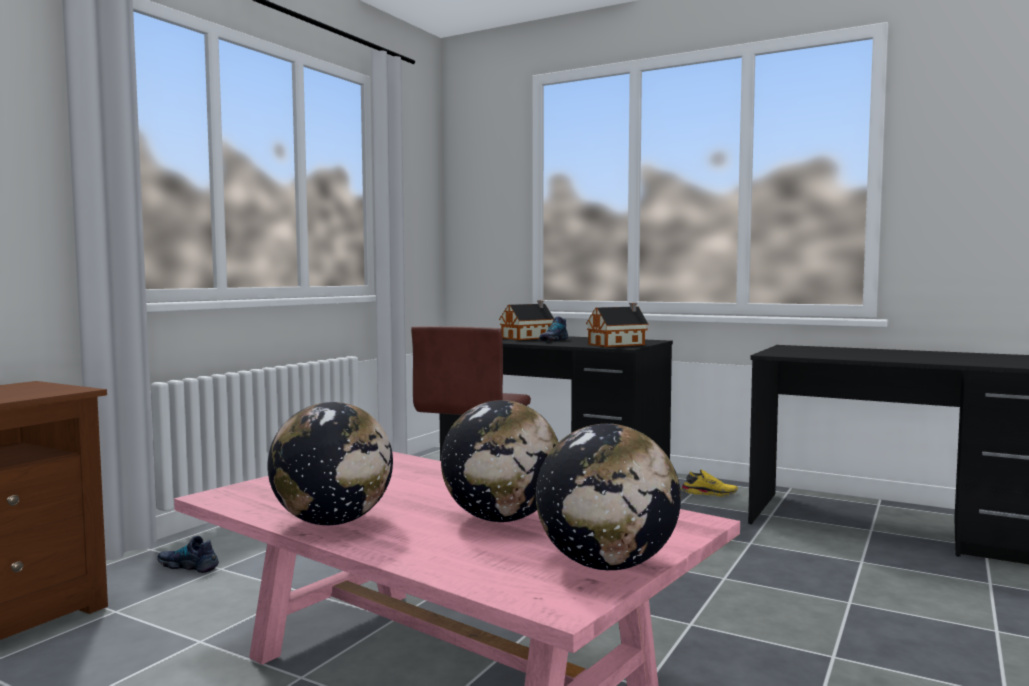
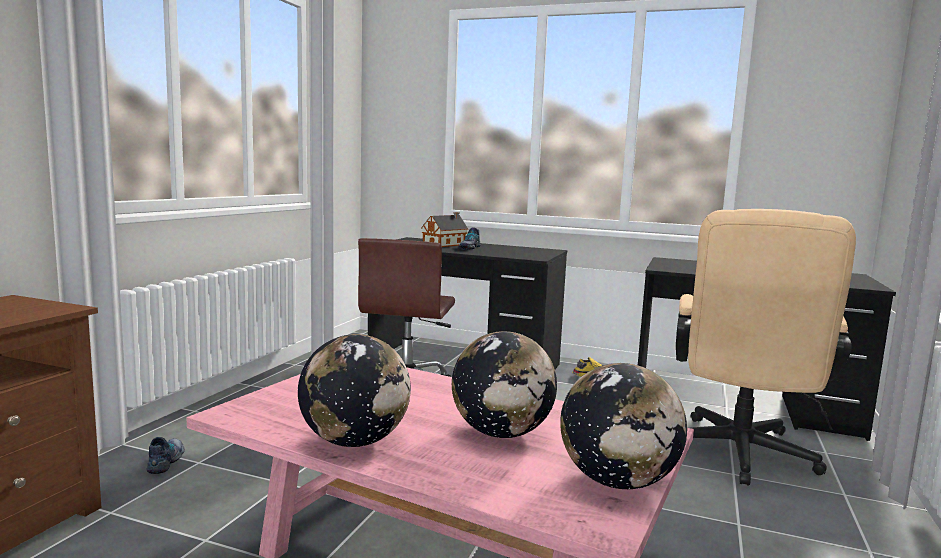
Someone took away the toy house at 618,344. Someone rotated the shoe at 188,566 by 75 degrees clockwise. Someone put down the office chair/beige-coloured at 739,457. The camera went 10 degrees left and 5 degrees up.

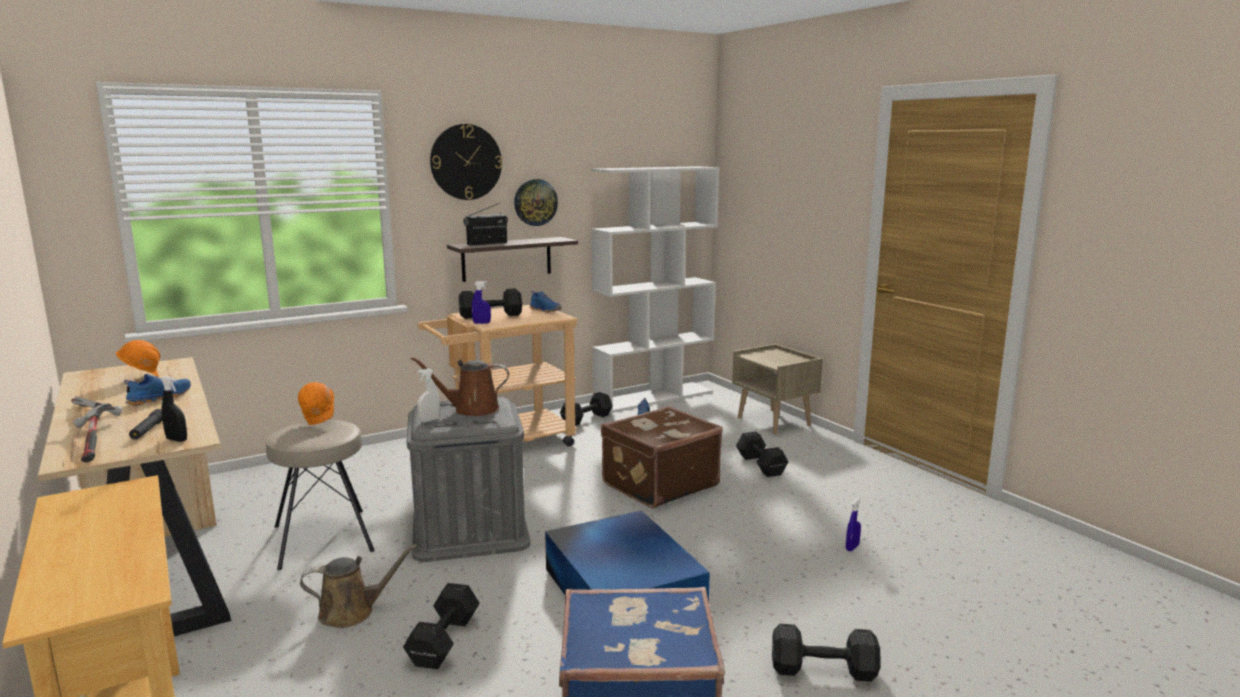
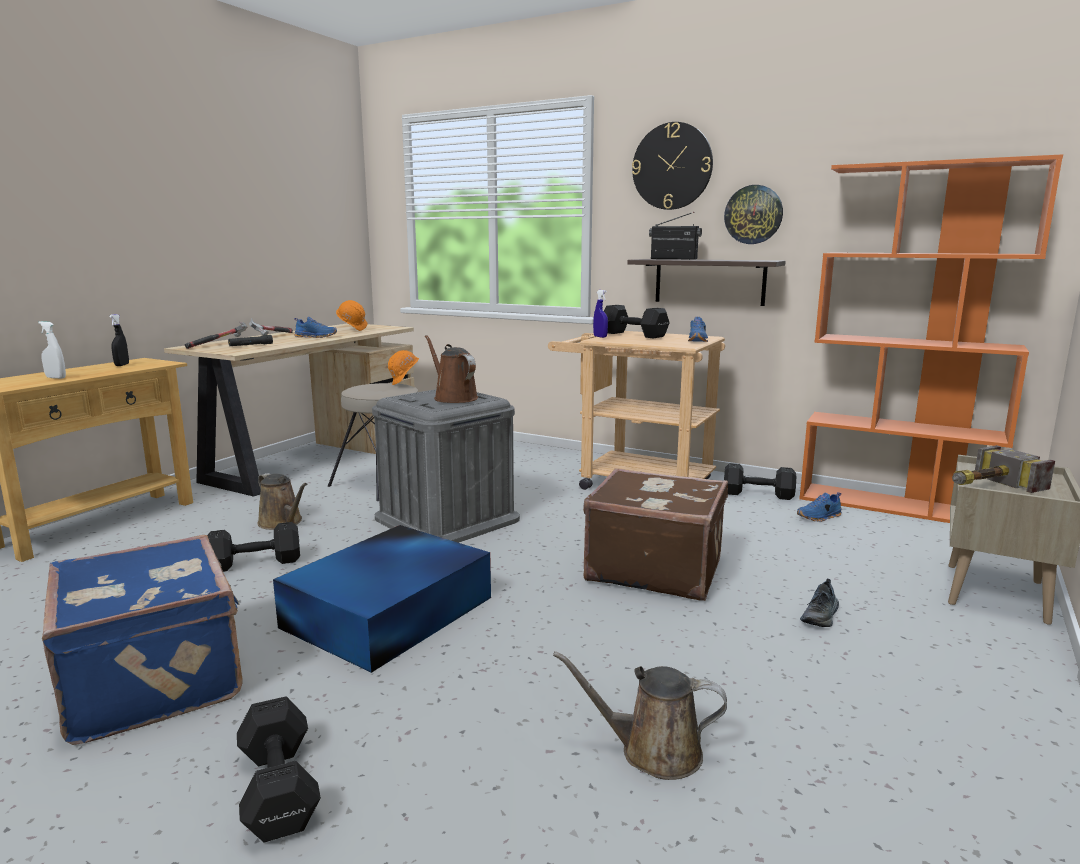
Someone repainted the shelving unit/white at 654,397, which became the shelving unit/orange at 895,506. Someone carried the spray bottle/white from 429,420 to 55,378. Someone carried the spray bottle/black-coloured from 177,440 to 122,365. Someone swapped the hand weight/black-coloured at 760,464 for the shoe at 821,616. Someone swapped the spray bottle/blue at 852,547 for the watering can/brown-coloured at 652,751. Someone put down the tool hammer at 986,486. The camera went 60 degrees right and 0 degrees up.

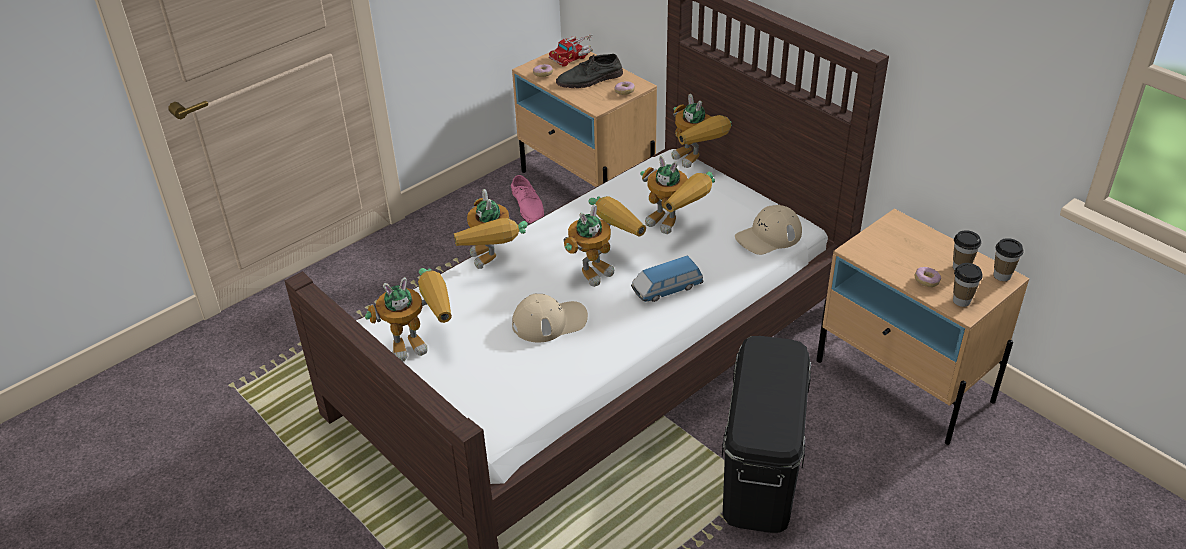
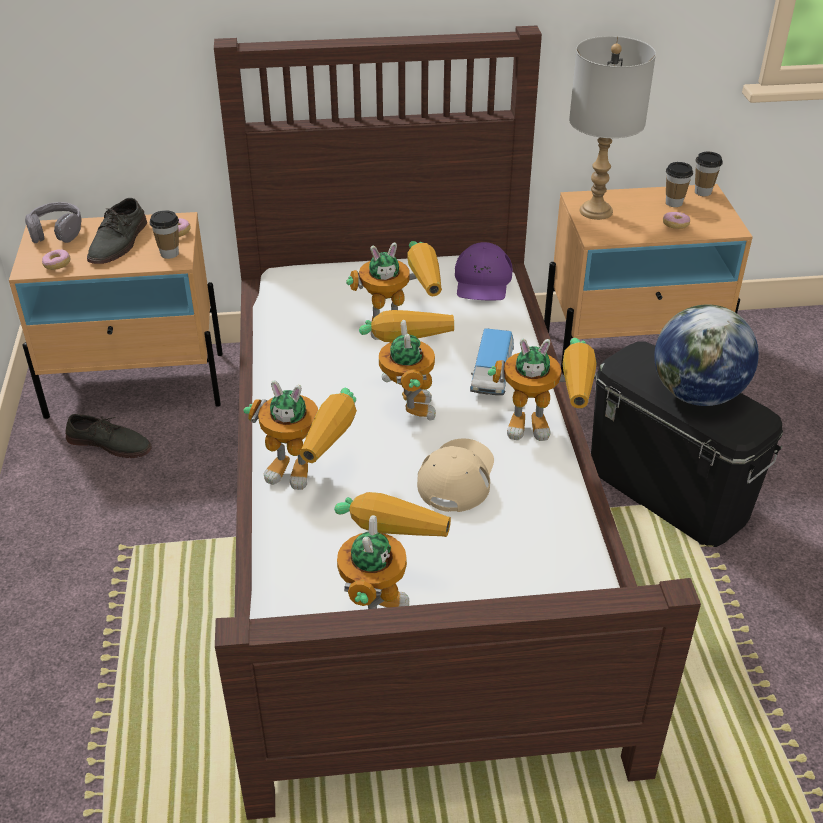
Someone swapped the toy lorry at 573,55 for the pair of headphones/gray at 56,231. Someone carried the model robot from 697,163 to 545,426. Someone repainted the shoe/pink at 528,206, which became the shoe/gray at 109,443. Someone repainted the baseball cap/beige-coloured at 768,236, which became the baseball cap/purple-coloured at 482,281. Someone carried the cup from 961,301 to 169,253. Someone put down the tabletop lamp/gray at 596,211. Someone put down the world globe at 696,394. The camera went 55 degrees left and 0 degrees up.

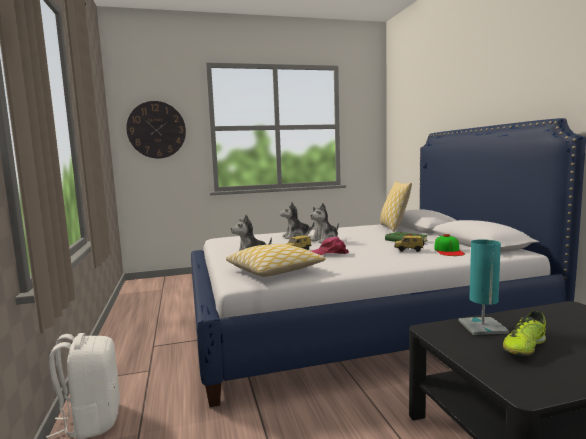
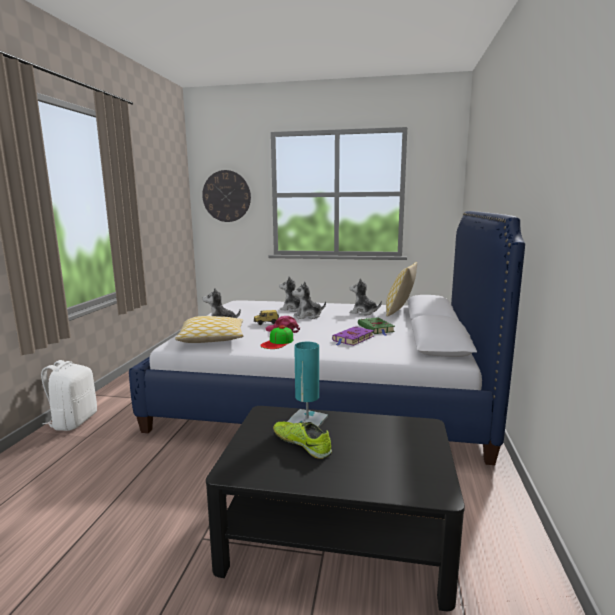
Someone carried the baseball cap from 448,251 to 277,342. Someone swapped the model car at 409,250 for the volume/purple-coloured at 353,339. Someone rotated the shoe at 524,347 by 60 degrees clockwise. Someone put down the plush toy at 363,313. The camera went 25 degrees right and 5 degrees up.

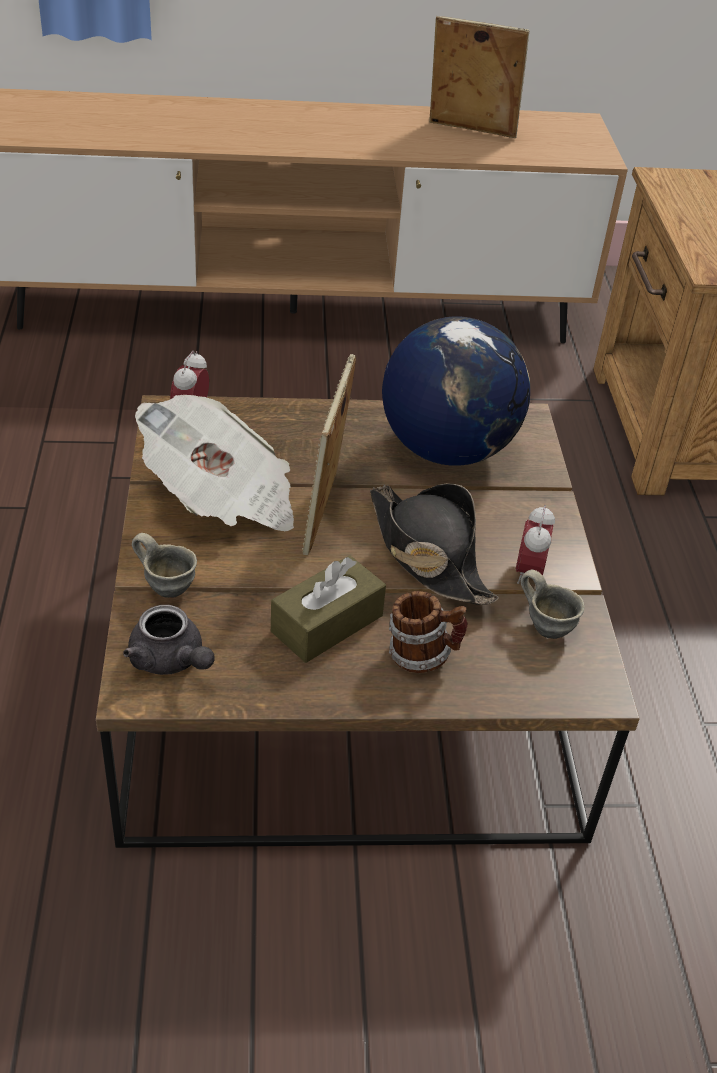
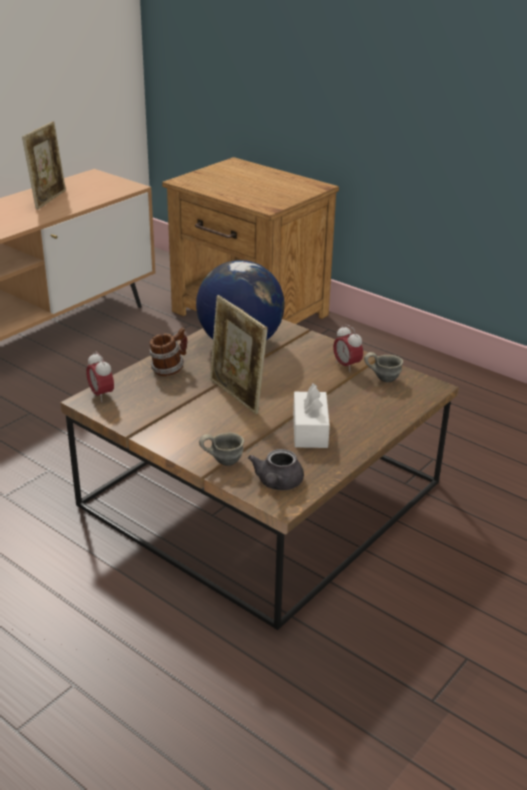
Someone rotated the photo frame at 470,131 by 135 degrees clockwise. Someone took away the printed paper at 222,498. Someone took away the clothing hat/black-coloured at 427,553. Someone repainted the tissue box/brown-coloured at 327,623, which became the tissue box/white at 310,430. Someone carried the coffee mug from 422,656 to 169,369. Someone rotated the pot for tea/gray at 171,661 by 105 degrees clockwise. The camera went 45 degrees left and 10 degrees down.

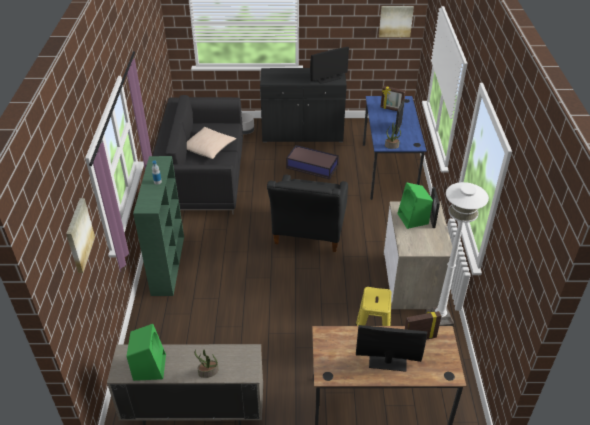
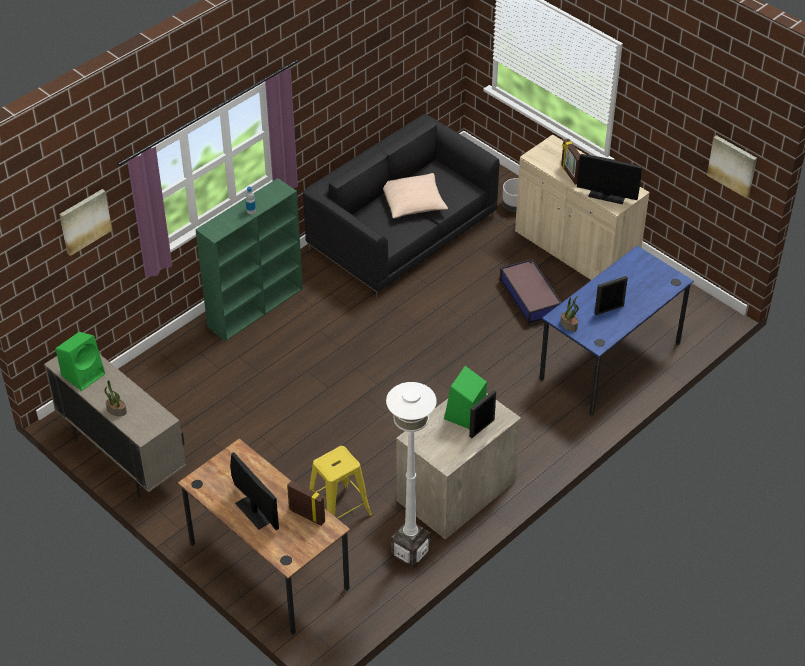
Someone repainted the cabinet/black-coloured at 302,134, which became the cabinet/beige-coloured at 575,250. Someone carried the photo frame from 391,109 to 570,174. Someone took away the easy chair/black-coloured at 308,234. The camera went 45 degrees right and 5 degrees up.

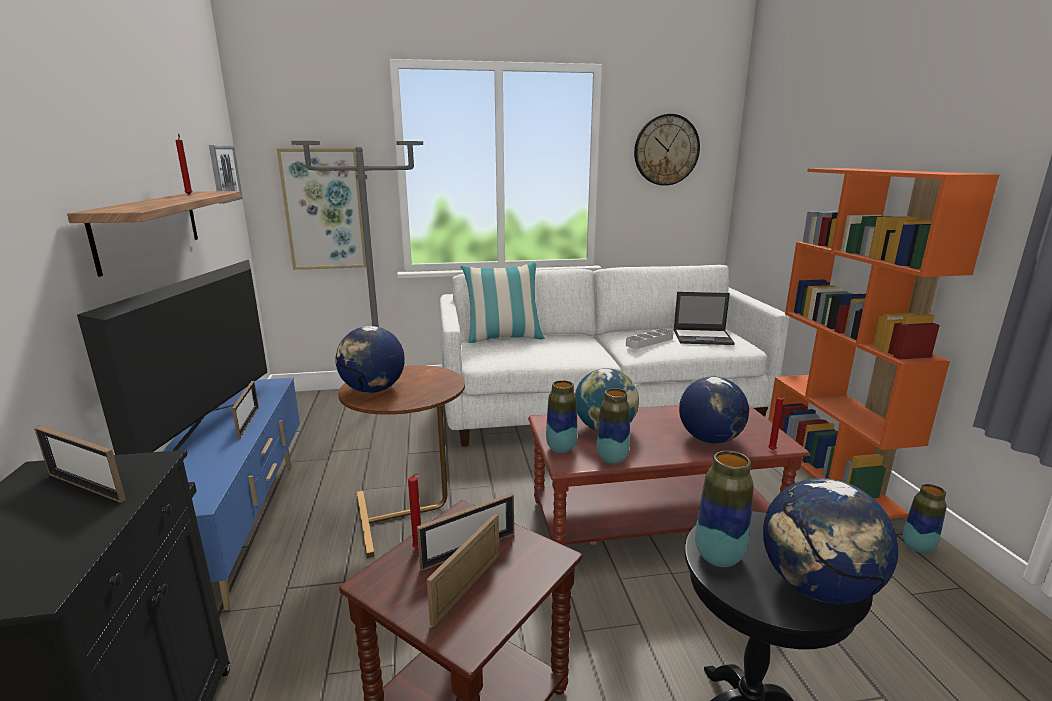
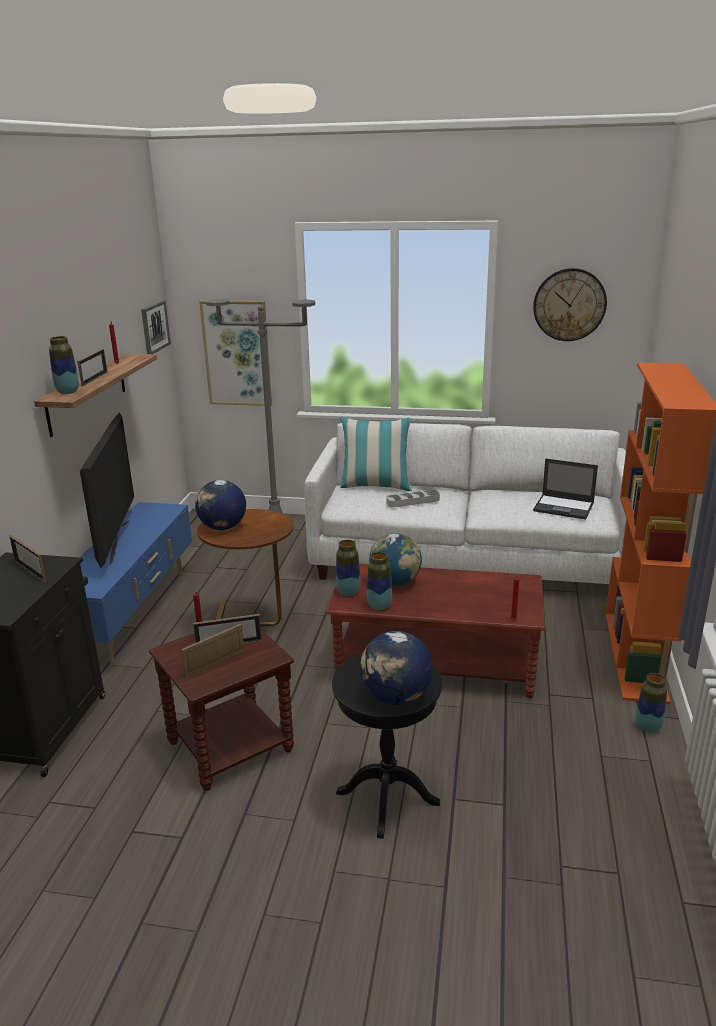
Someone rotated the television at 212,430 by 150 degrees clockwise. Someone carried the serving tray/gray from 649,342 to 413,501. Someone took away the world globe at 709,439. Someone carried the photo frame from 248,422 to 94,379. Someone carried the flower vase from 718,557 to 68,392. The camera went 20 degrees right and 5 degrees up.

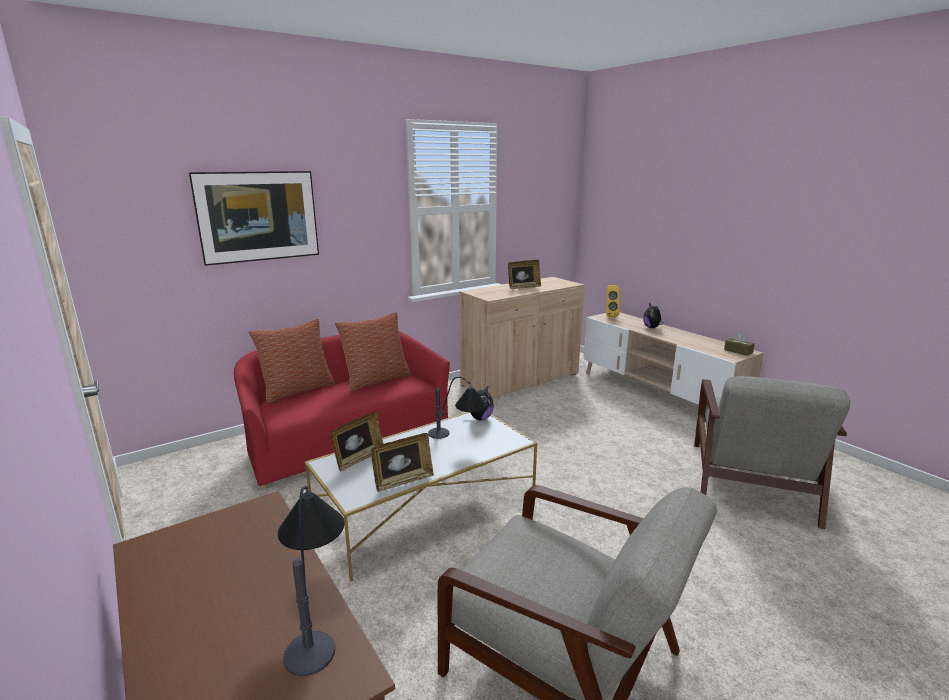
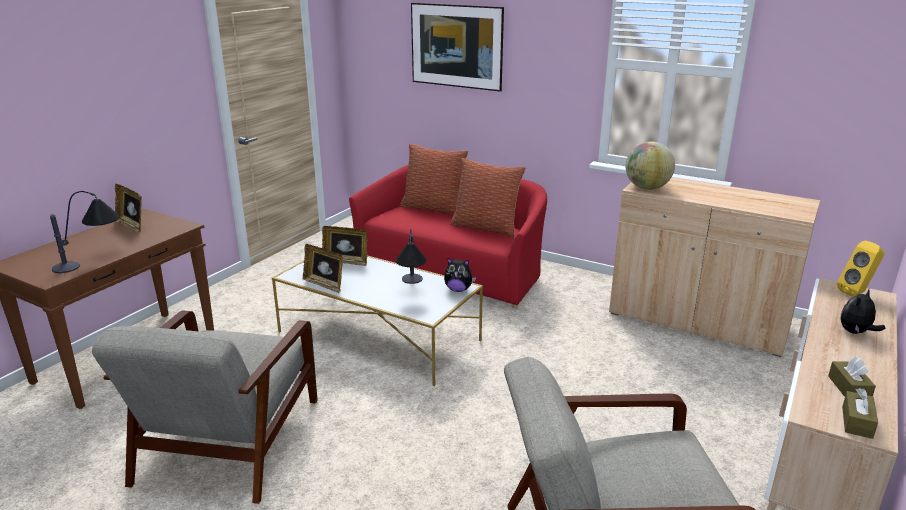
Someone carried the photo frame from 523,287 to 132,226. Someone put down the world globe at 647,188. Someone put down the tissue box/brown-coloured at 849,388. The camera went 65 degrees right and 5 degrees up.

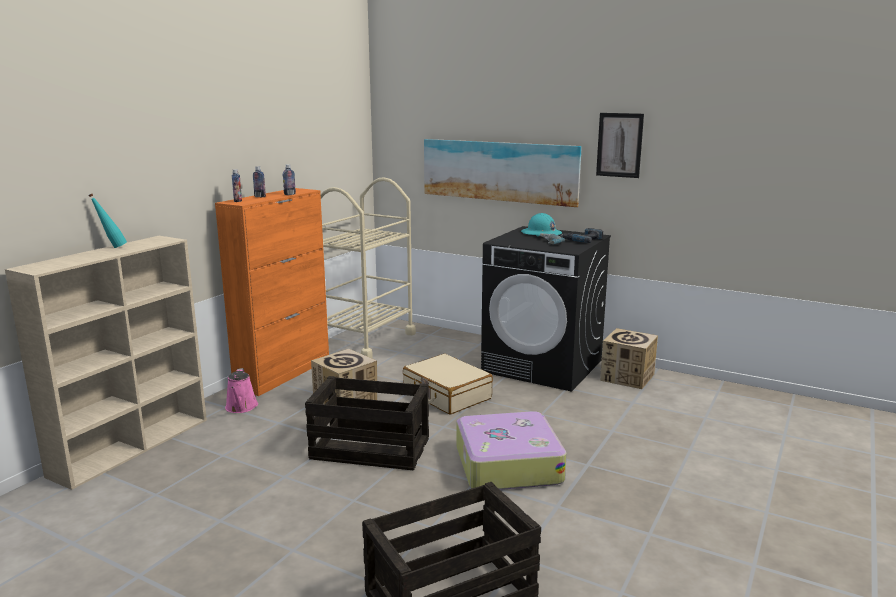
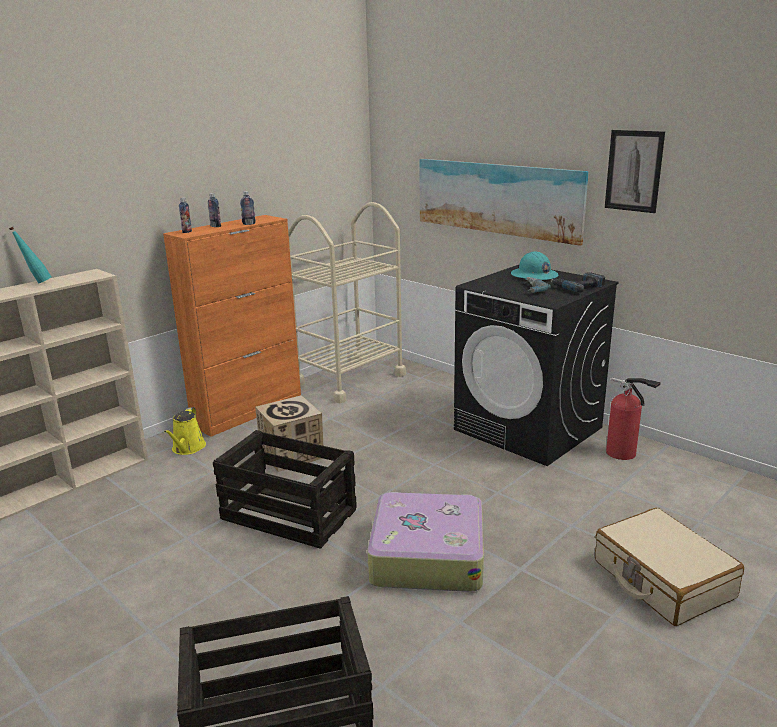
Someone swapped the packing box at 627,377 for the fire-fighting cylinder at 624,454. Someone carried the piece of luggage/beige-coloured from 446,395 to 662,579. Someone repainted the watering can/pink at 241,407, which became the watering can/yellowish at 187,448. The camera went 15 degrees right and 5 degrees up.

